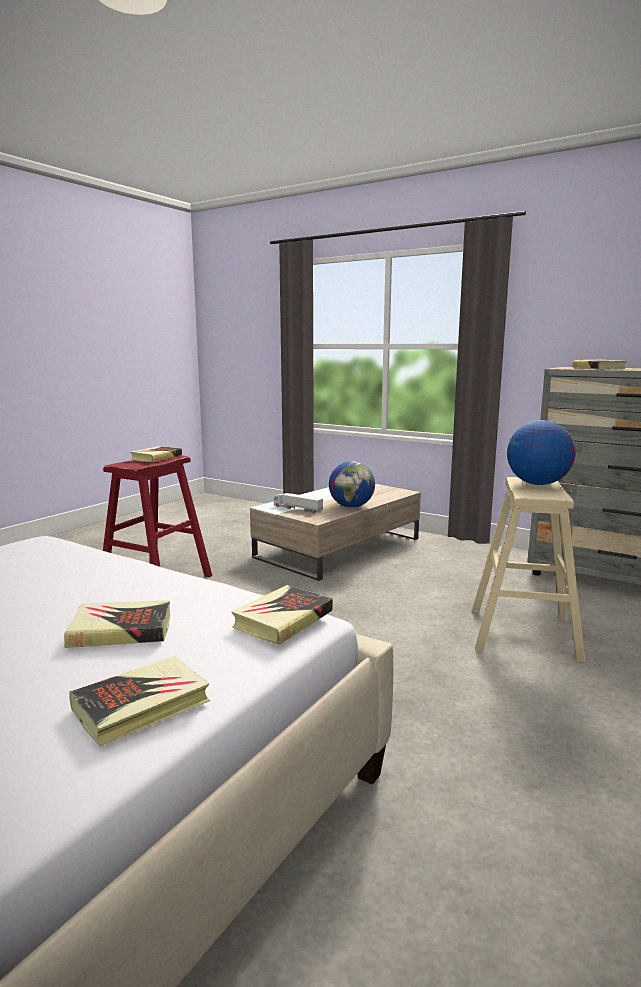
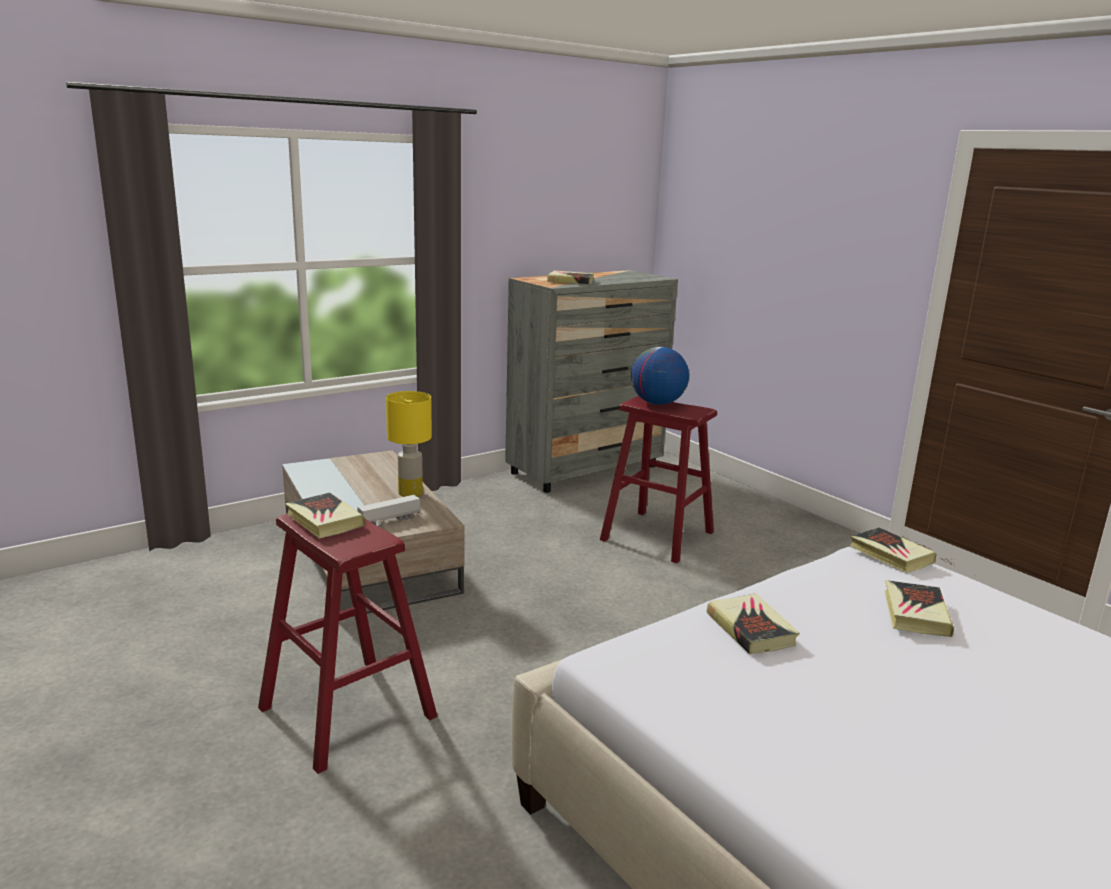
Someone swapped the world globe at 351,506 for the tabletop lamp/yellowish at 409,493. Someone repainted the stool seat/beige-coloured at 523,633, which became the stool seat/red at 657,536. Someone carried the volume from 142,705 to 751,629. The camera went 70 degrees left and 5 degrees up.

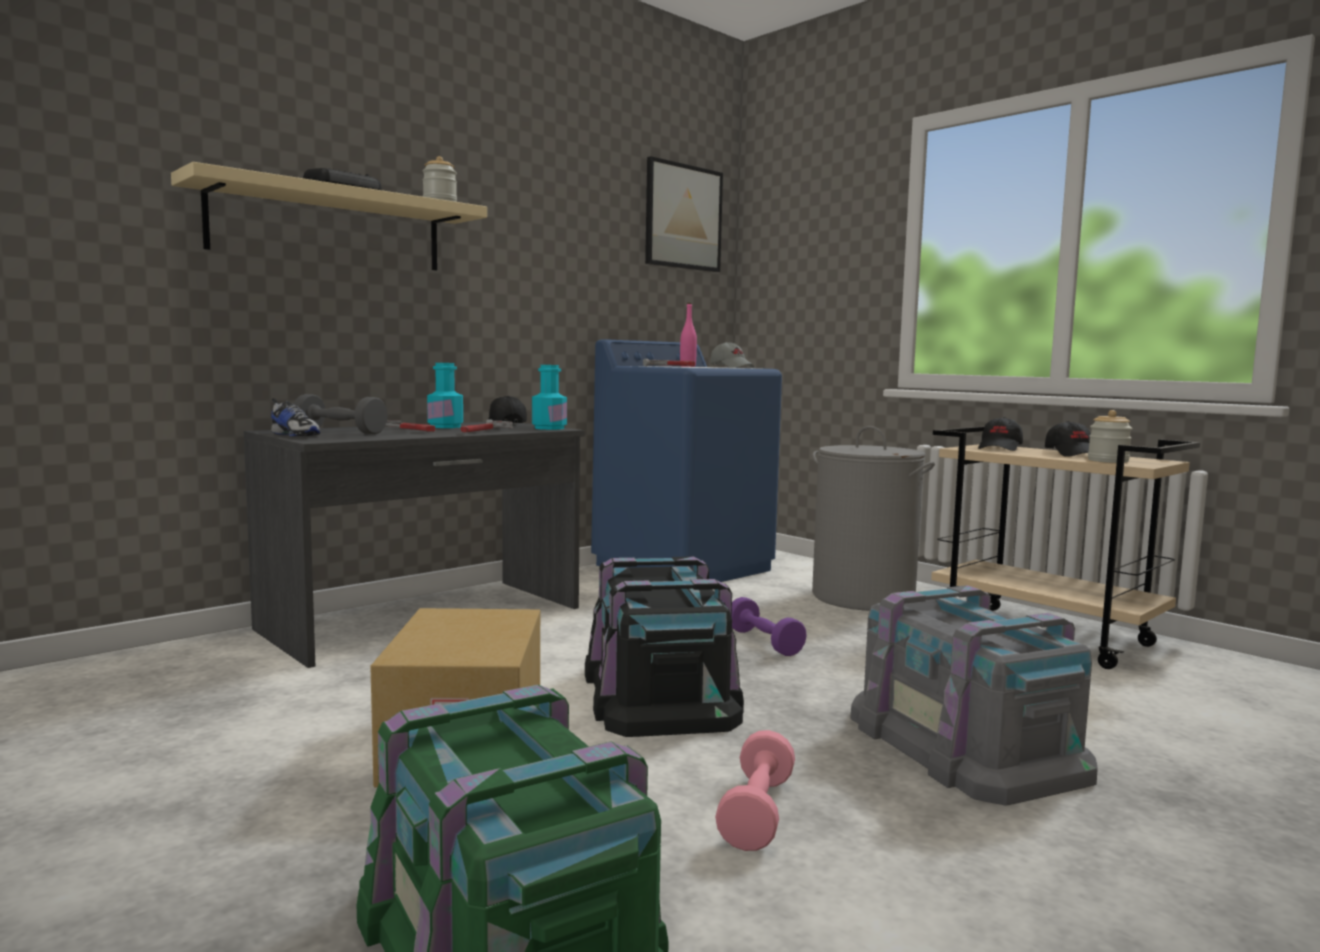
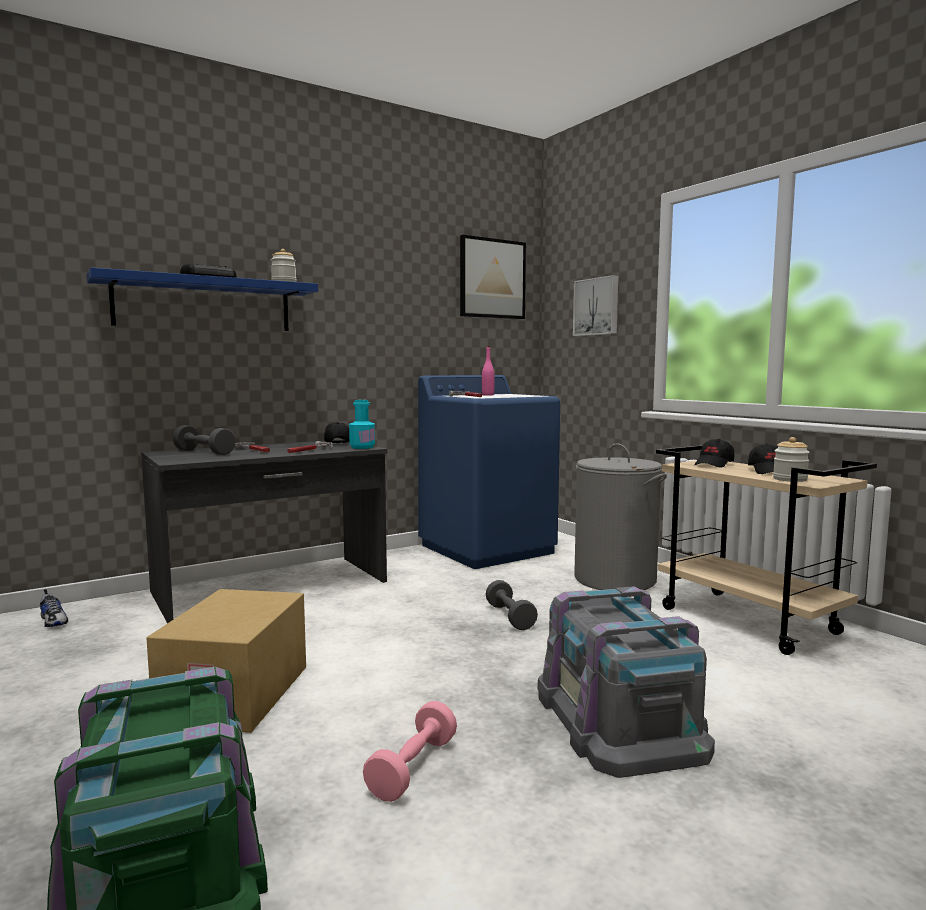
Someone repainted the shelf/beige-coloured at 329,228, which became the shelf/blue at 204,305. Someone took away the baseball cap/gray at 732,367. Someone took away the bottle/blue-green at 445,427. Someone carried the shoe from 296,435 to 54,621. Someone took away the storage bin/black-coloured at 661,693. Someone repainted the hand weight/purple-coloured at 764,642, which became the hand weight/gray at 510,617. Someone put up the wall picture at 597,307. The camera went 10 degrees right and 0 degrees up.

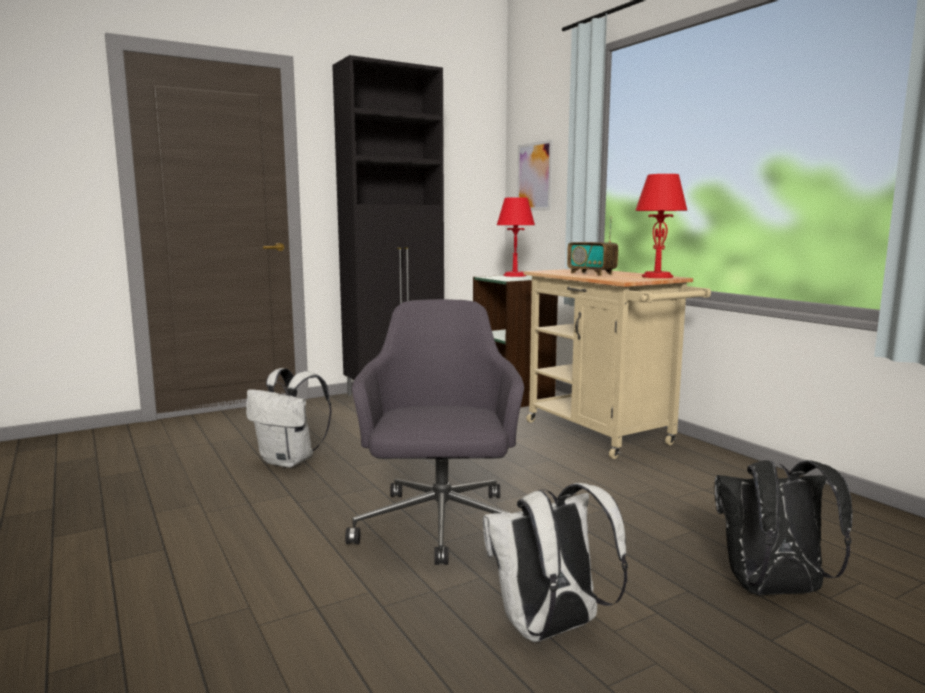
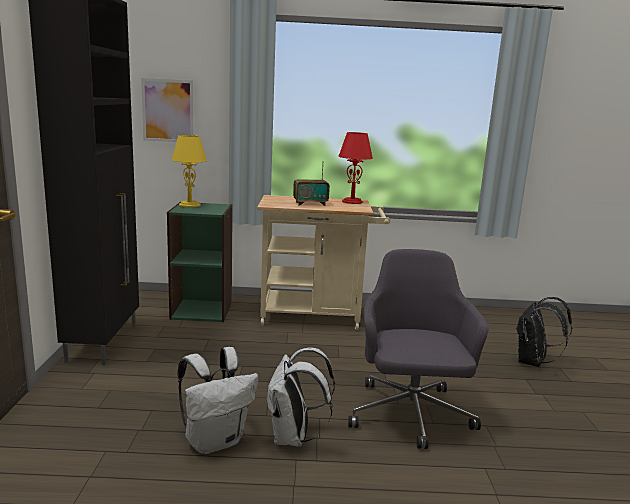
Someone repainted the tabletop lamp/red at 514,275, which became the tabletop lamp/yellowish at 189,205. Someone rotated the office chair/gray at 440,527 by 60 degrees clockwise. Someone carried the rucksack/white from 550,630 to 293,437. The camera went 60 degrees left and 5 degrees up.

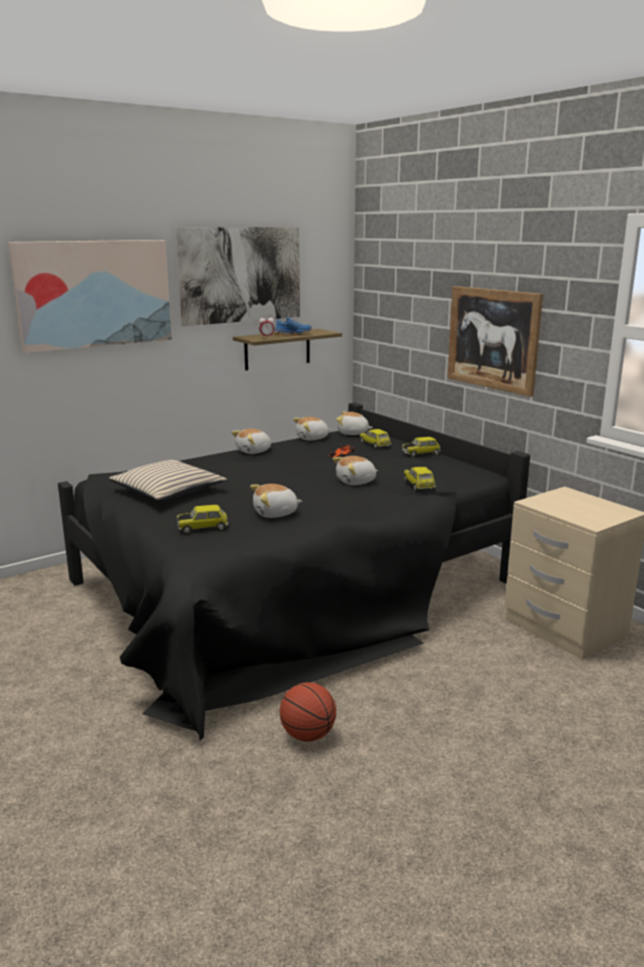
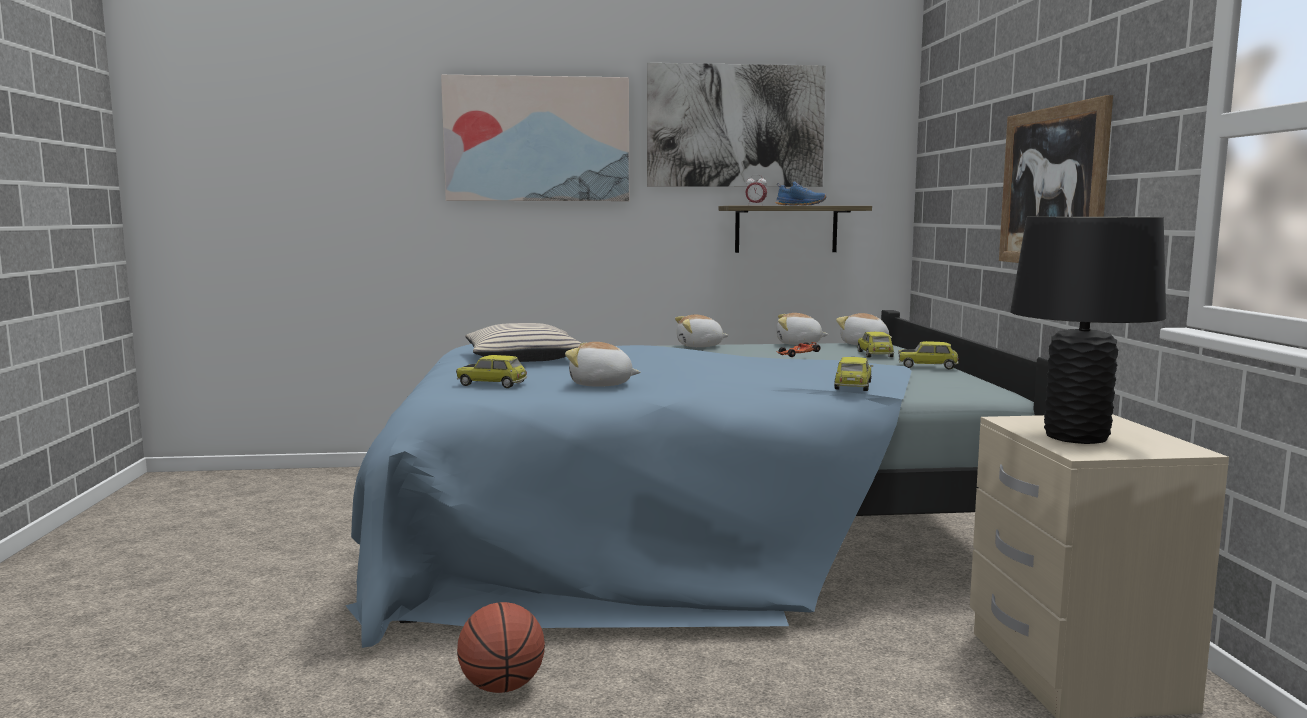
Someone repainted the bed/black-coloured at 291,590, which became the bed/blue at 688,533. Someone took away the plush toy at 356,482. Someone put down the tabletop lamp/black-coloured at 1075,437. The camera went 30 degrees right and 10 degrees down.

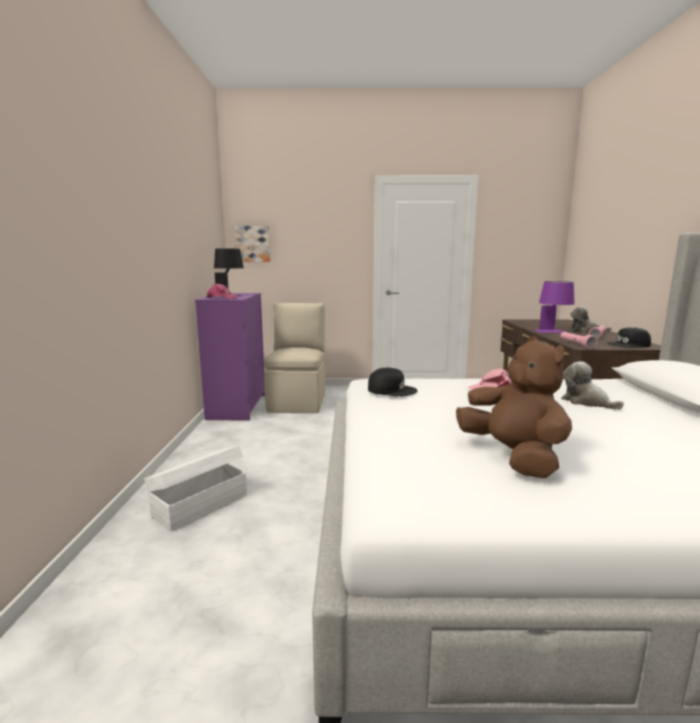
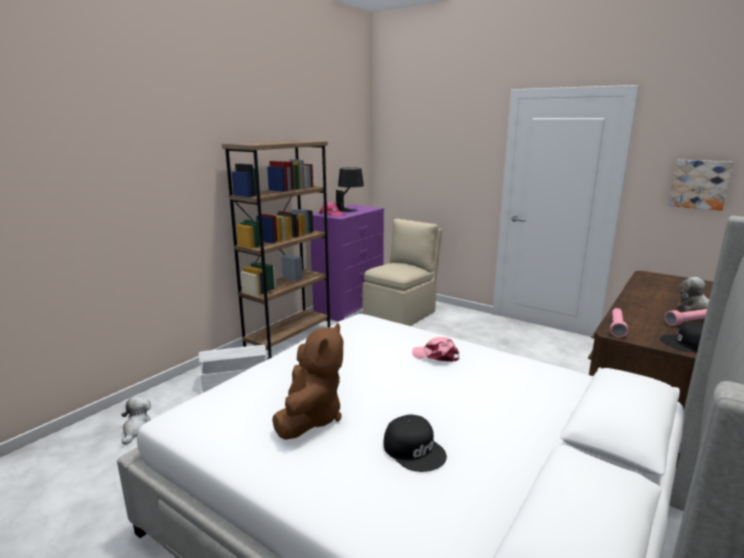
Someone carried the wall picture from 252,244 to 699,184. Someone took away the tabletop lamp/purple-coloured at 552,332. Someone carried the plush toy from 586,402 to 137,429. Someone carried the baseball cap/black-coloured from 391,390 to 414,449. Someone put down the shelving unit/brown-coloured at 288,338. The camera went 35 degrees right and 5 degrees up.

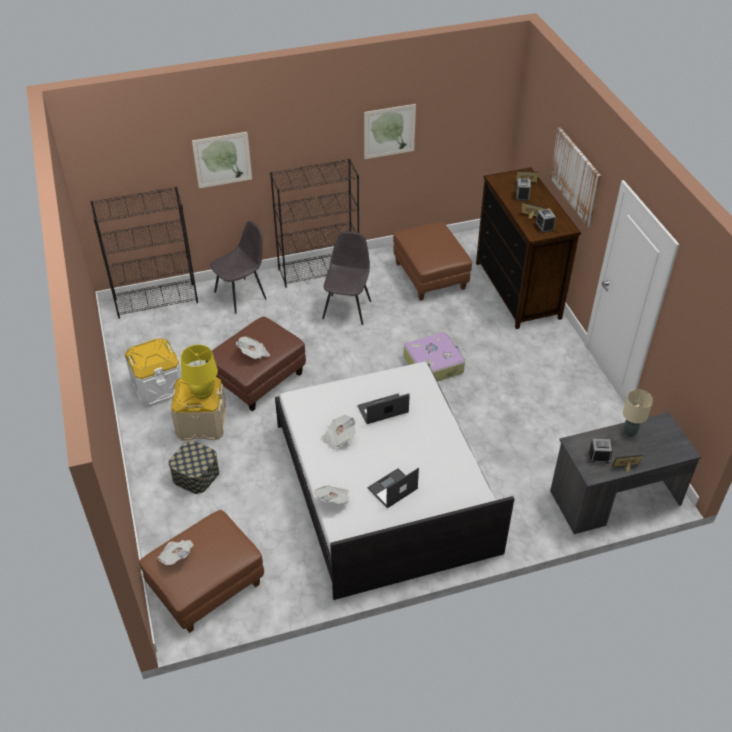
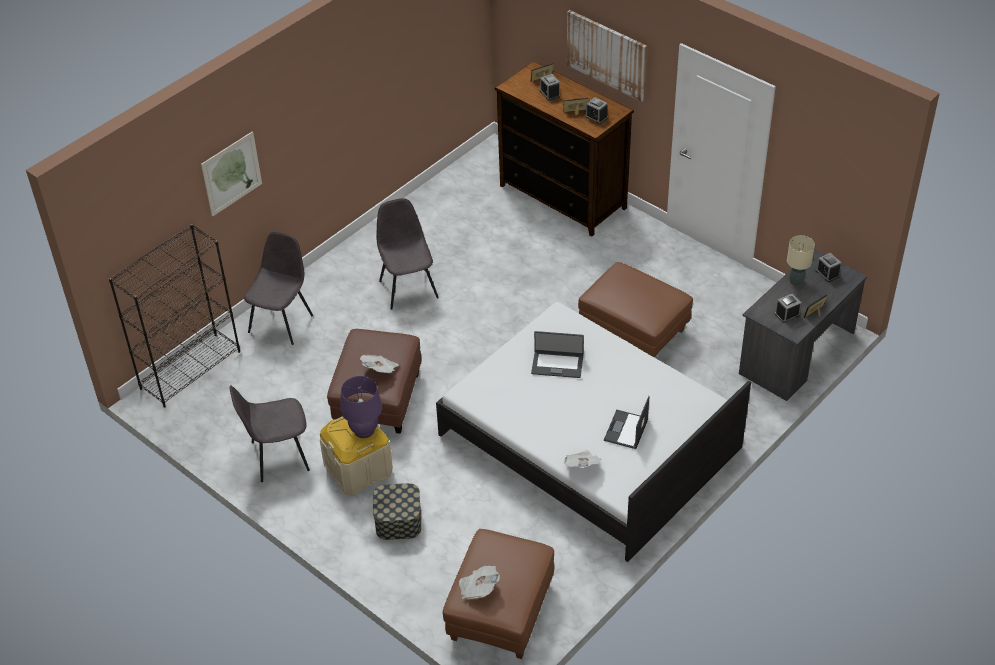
Someone took away the wall picture at 389,131. Someone took away the shelving unit/black-coloured at 319,271. Someone carried the footrest/brown-coloured from 430,276 to 633,332. Someone took away the piece of luggage at 434,364. Someone swapped the storage bin/white at 158,387 for the plain chair/gray at 278,457. Someone repainted the tabletop lamp/yellowish at 203,392, which became the tabletop lamp/purple-coloured at 364,430. Someone rotated the notebook computer at 383,410 by 120 degrees counterclockwise. Someone took away the printed paper at 338,438. Someone put down the table clock at 827,273. The camera went 30 degrees left and 0 degrees up.

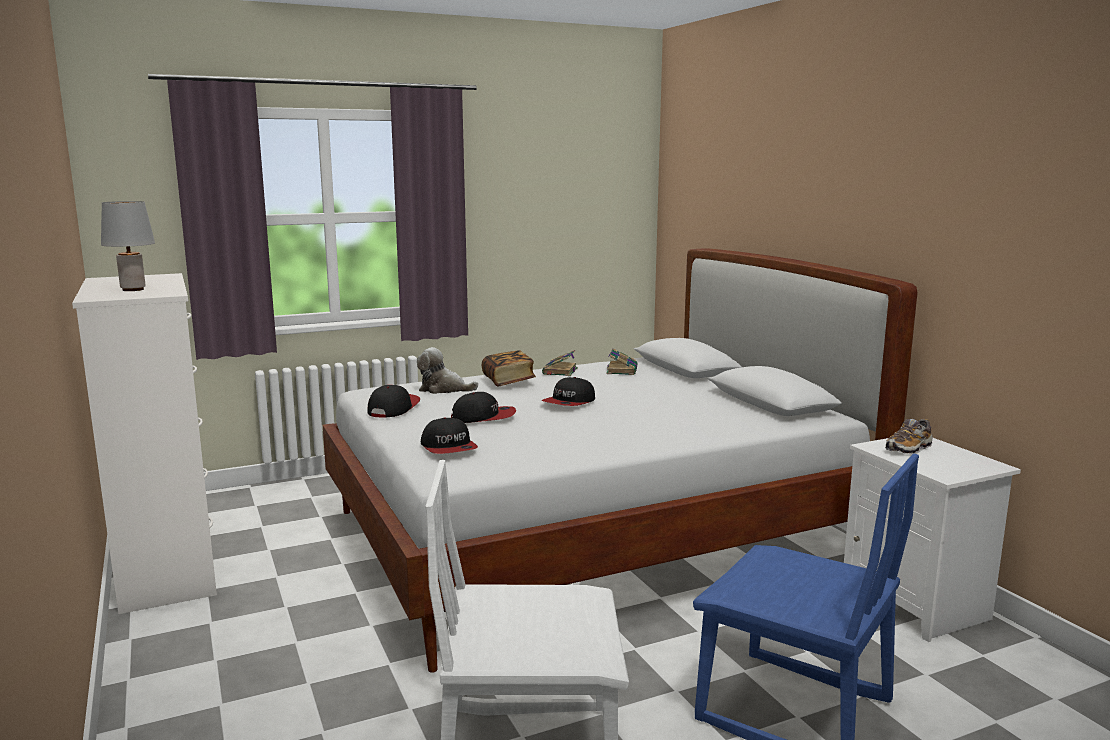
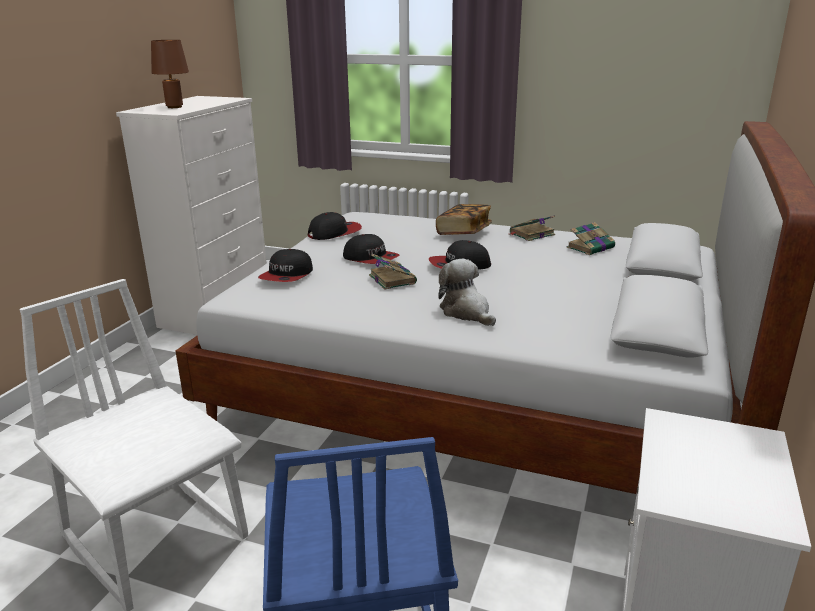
Someone repainted the tabletop lamp/gray at 132,289, which became the tabletop lamp/brown-coloured at 174,107. Someone carried the plush toy from 443,389 to 466,312. Someone took away the shoe at 908,449. Someone put down the volume at 392,279. The camera went 45 degrees right and 10 degrees up.

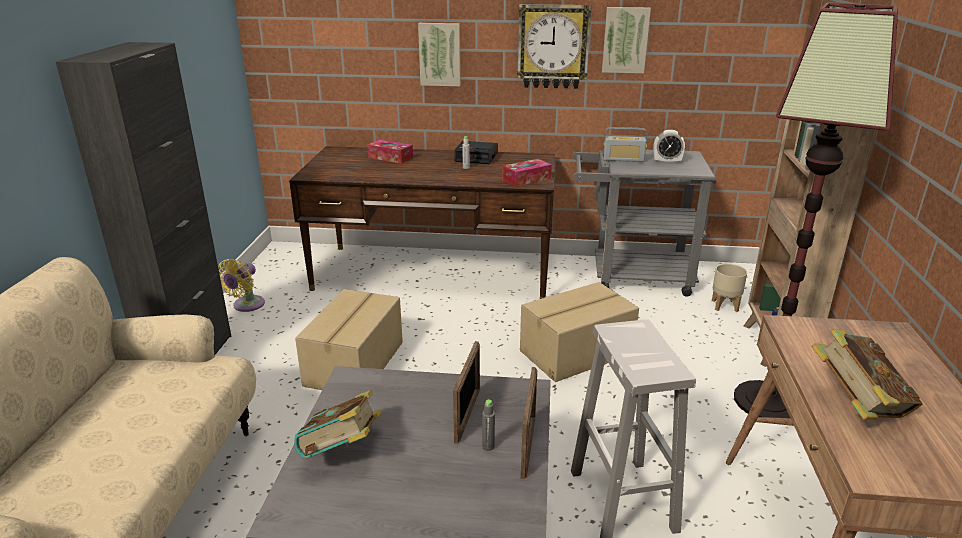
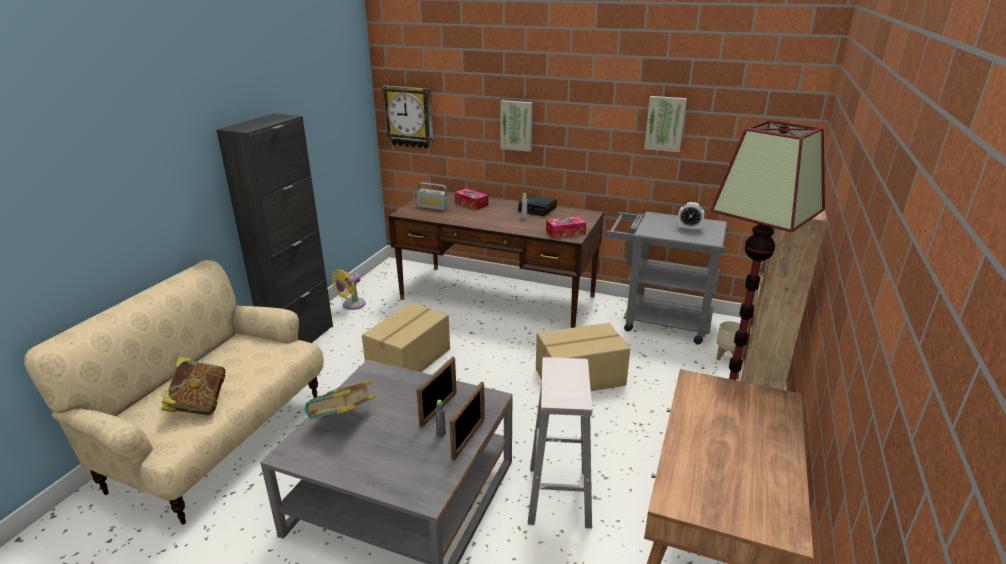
Someone carried the wall clock from 553,46 to 409,117. Someone carried the radio from 623,159 to 433,207. Someone carried the volume from 856,405 to 199,404. The camera went 15 degrees right and 0 degrees up.

